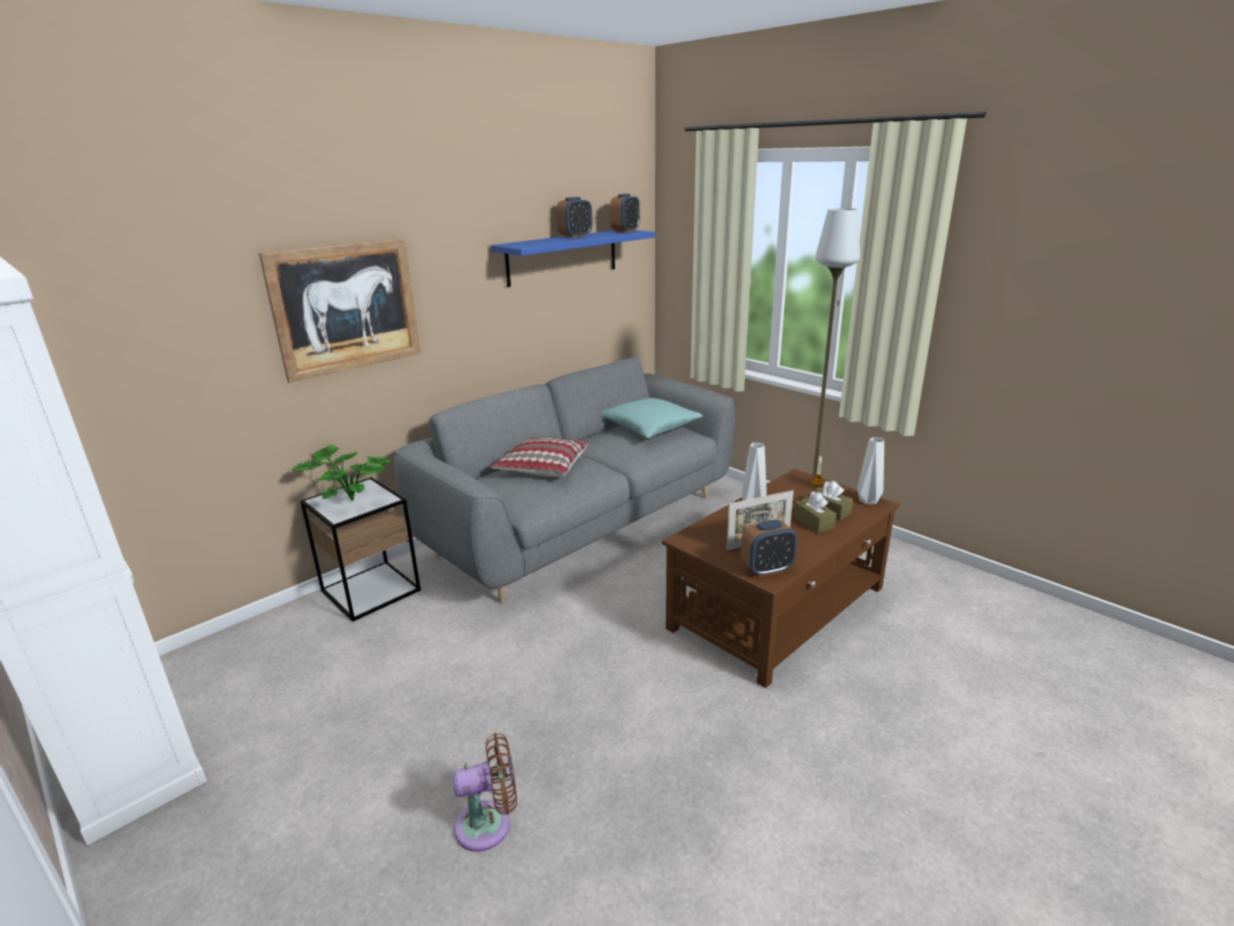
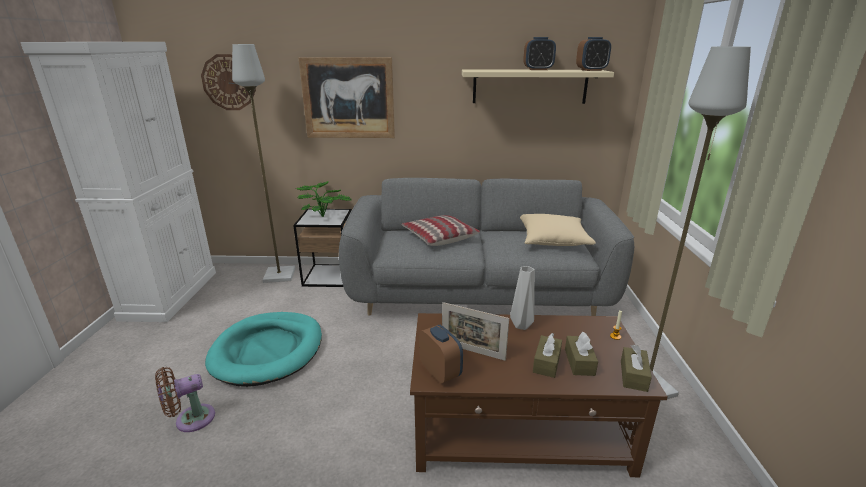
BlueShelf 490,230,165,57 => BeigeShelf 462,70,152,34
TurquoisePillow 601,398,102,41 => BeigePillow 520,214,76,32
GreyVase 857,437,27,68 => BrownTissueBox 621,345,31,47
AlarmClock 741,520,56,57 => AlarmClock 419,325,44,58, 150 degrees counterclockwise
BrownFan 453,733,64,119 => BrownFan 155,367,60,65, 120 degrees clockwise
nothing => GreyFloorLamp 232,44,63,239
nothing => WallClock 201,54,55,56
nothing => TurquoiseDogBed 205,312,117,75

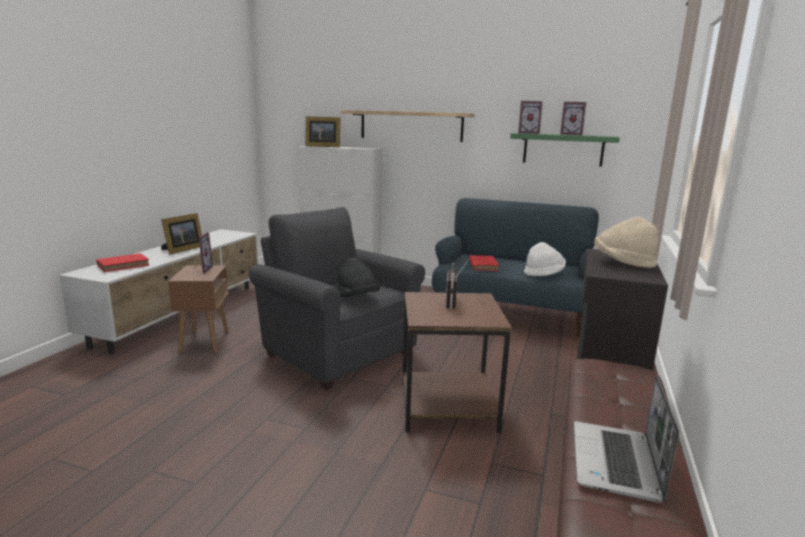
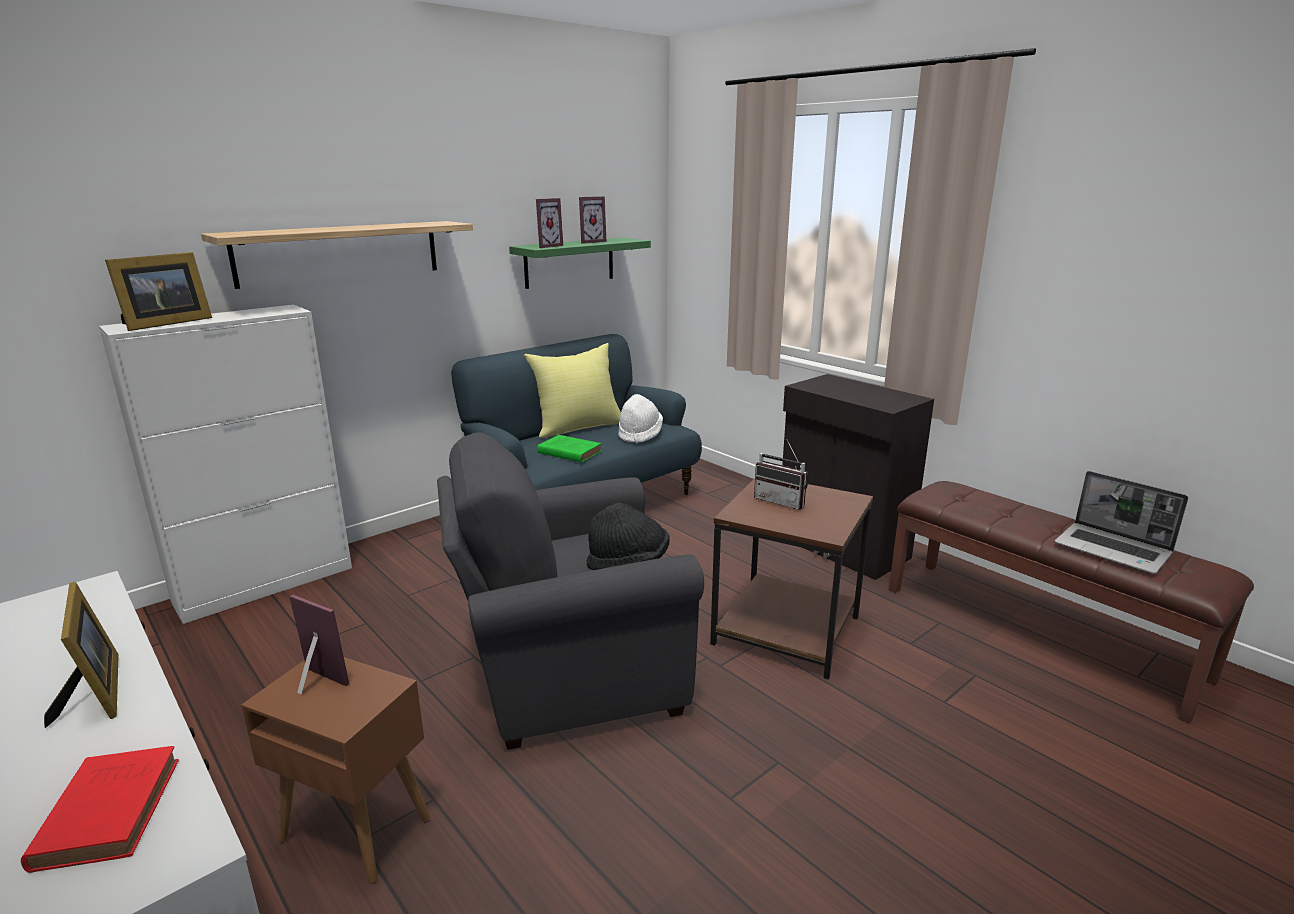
BeigeHat 594,217,65,51 => nothing
RedBook 469,255,30,16 => GreenBook 538,435,64,27
nothing => YellowPillow 524,343,97,95

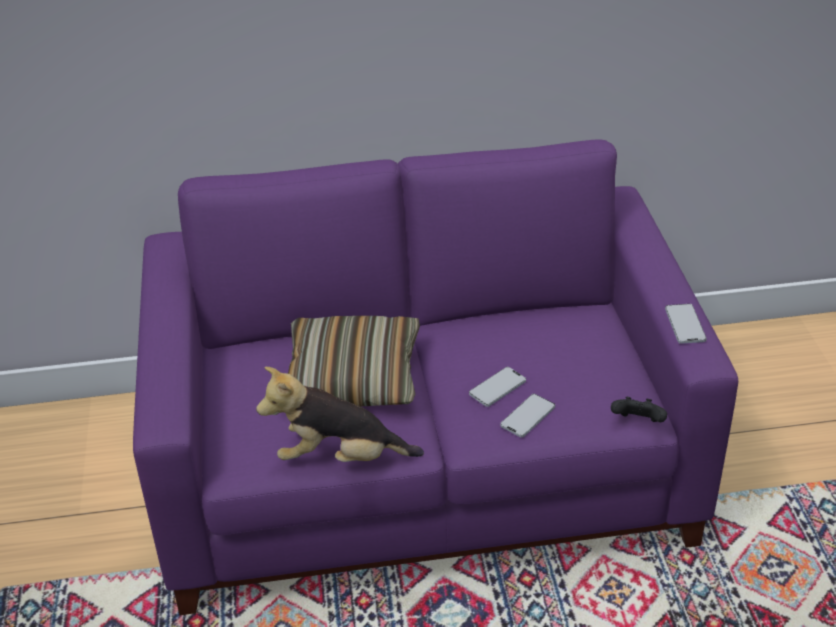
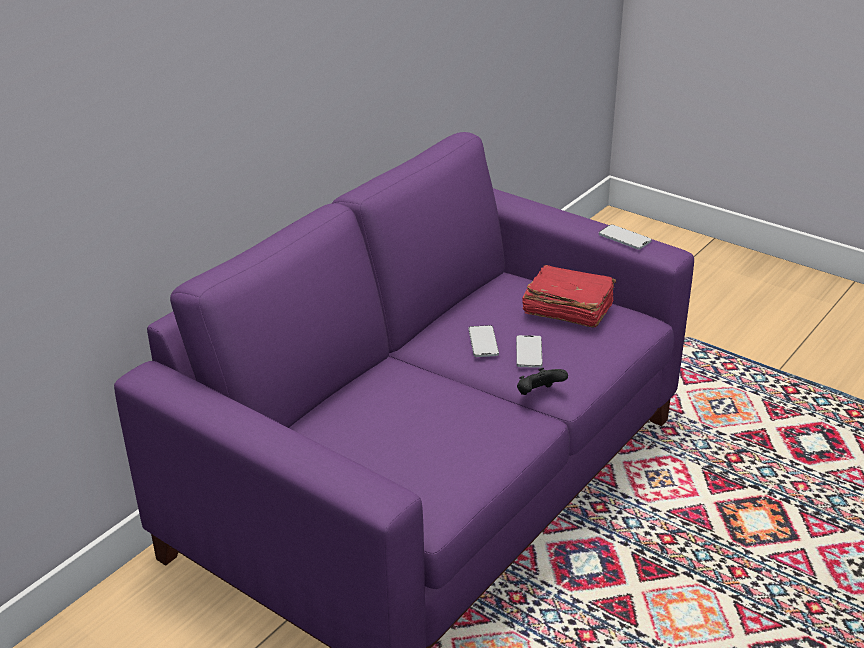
Pillow 287,316,133,91 => nothing
PlushToy 256,367,168,95 => nothing
Phone 500,394,55,44 => Phone 469,325,30,32, moved
BlackGameController 611,397,56,25 => BlackGameController 517,368,51,27, moved
nothing => RedBook 522,265,94,63

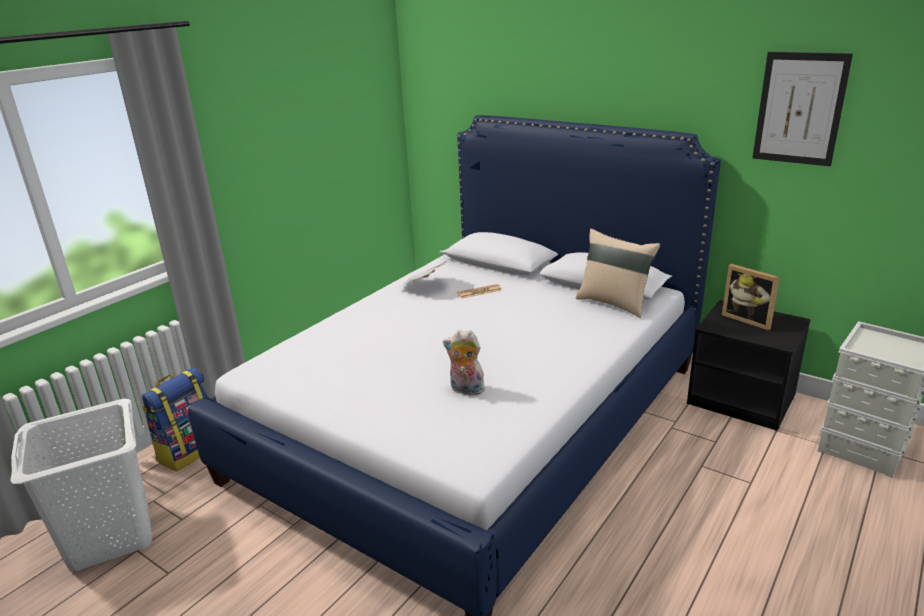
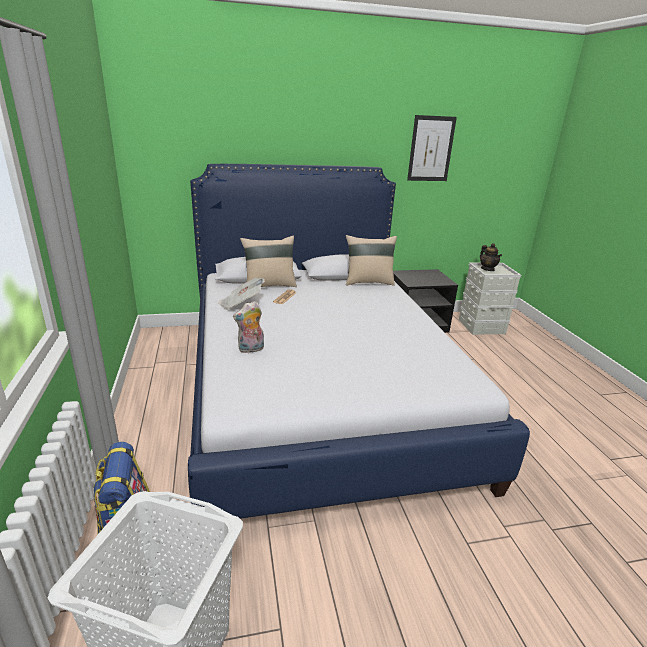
PictureFrame 722,264,58,66 => nothing
PlushToy 443,330,42,65 => PlushToy 233,301,31,52, moved
nothing => BeigePillow 240,236,57,51
nothing => Teapot 480,243,22,28

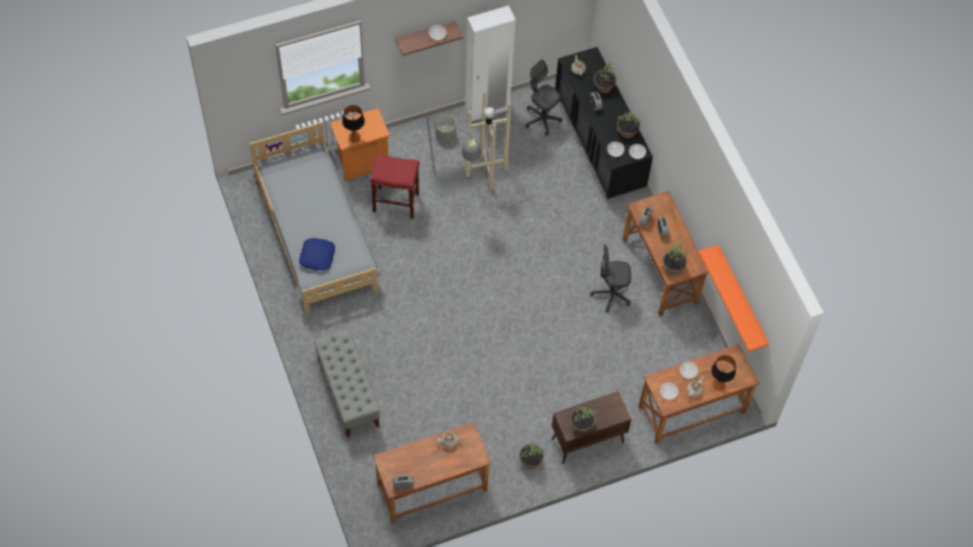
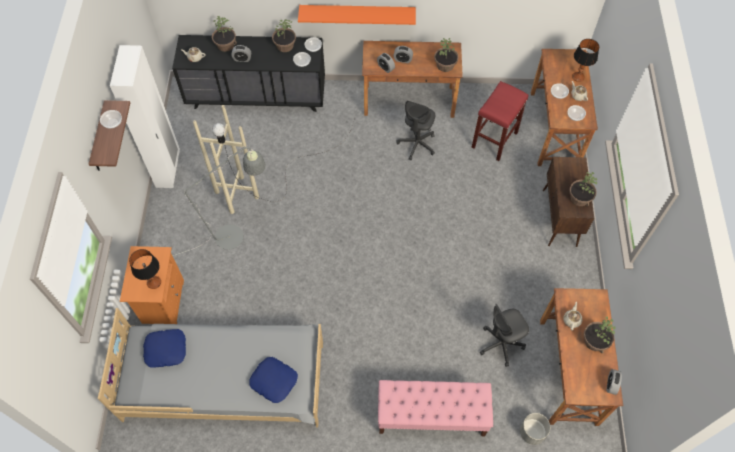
GreyOfficeChair 525,59,38,77 => GreyOfficeChair 480,304,49,63, moved
GreyPlanter 435,115,21,27 => GreyPlanter 520,413,30,32, moved
RedStool 370,154,50,65 => RedStool 471,81,58,80, moved
OrangeShelf 699,244,70,107 => OrangeShelf 298,5,118,20, moved
GreyBench 314,329,66,108 => PinkBench 378,380,115,57
PottedPlant 519,444,25,25 => PottedPlant 584,316,32,37, moved
nothing => BluePillow 143,329,43,39

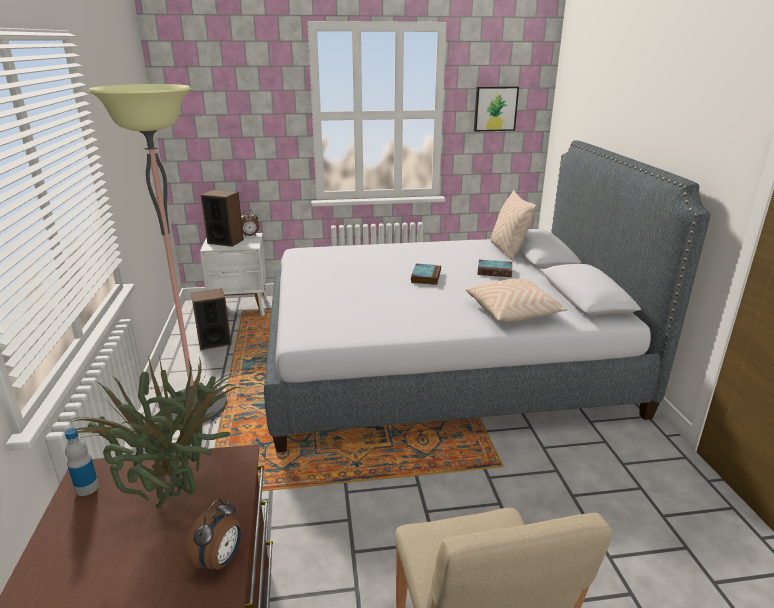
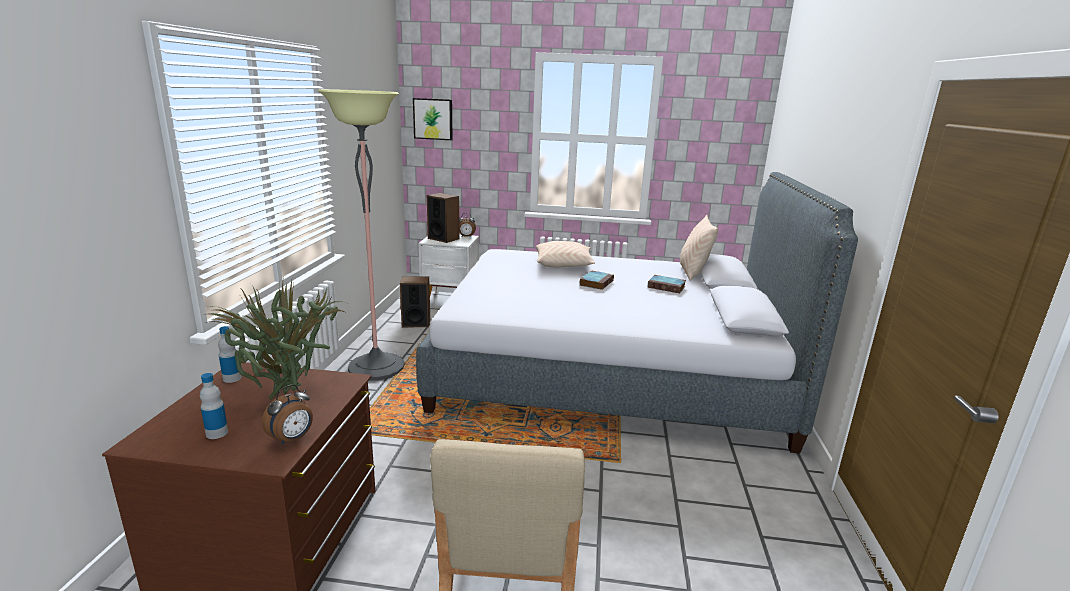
Picture 474,86,45,45 => Picture 413,98,40,42, moved
BeigePillow 465,278,103,45 => BeigePillow 536,241,59,27, moved
nothing => Bottle 200,373,28,66

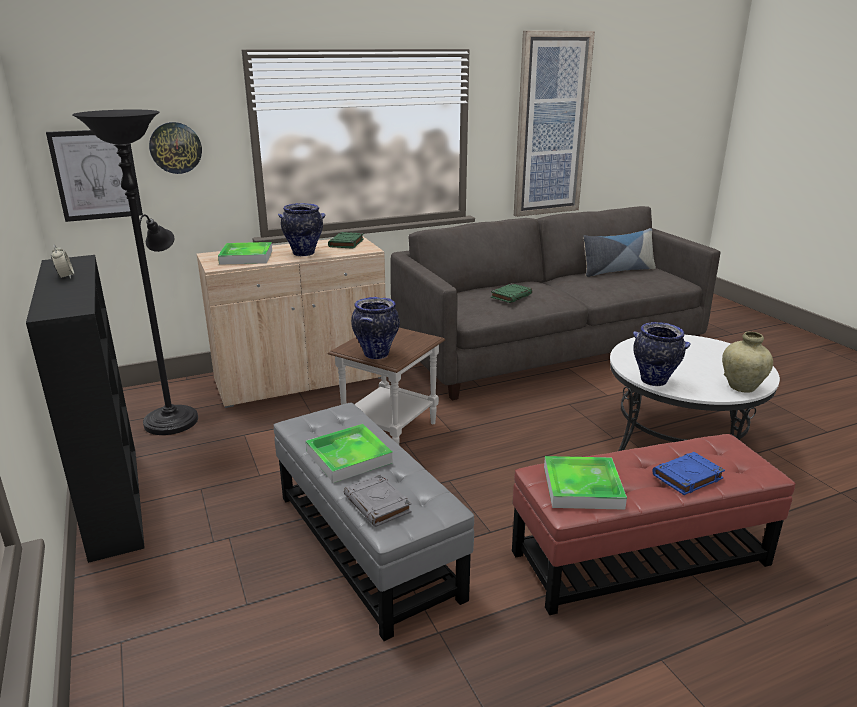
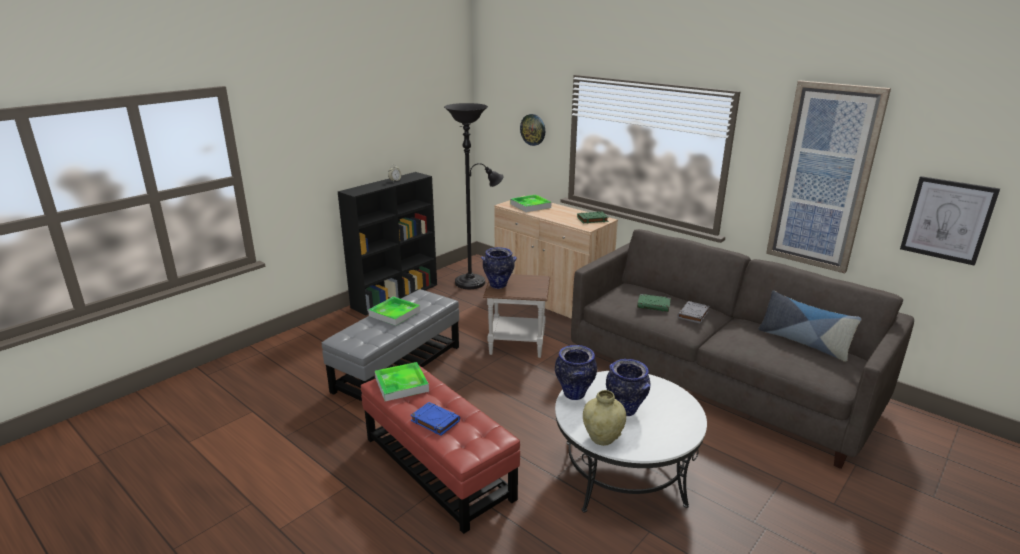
Picture 46,130,97,92 => Picture 900,176,100,90, moved
Vase 278,203,47,53 => Vase 606,359,44,57, moved
GreyBook 344,474,68,53 => GreyBook 677,301,33,23, moved

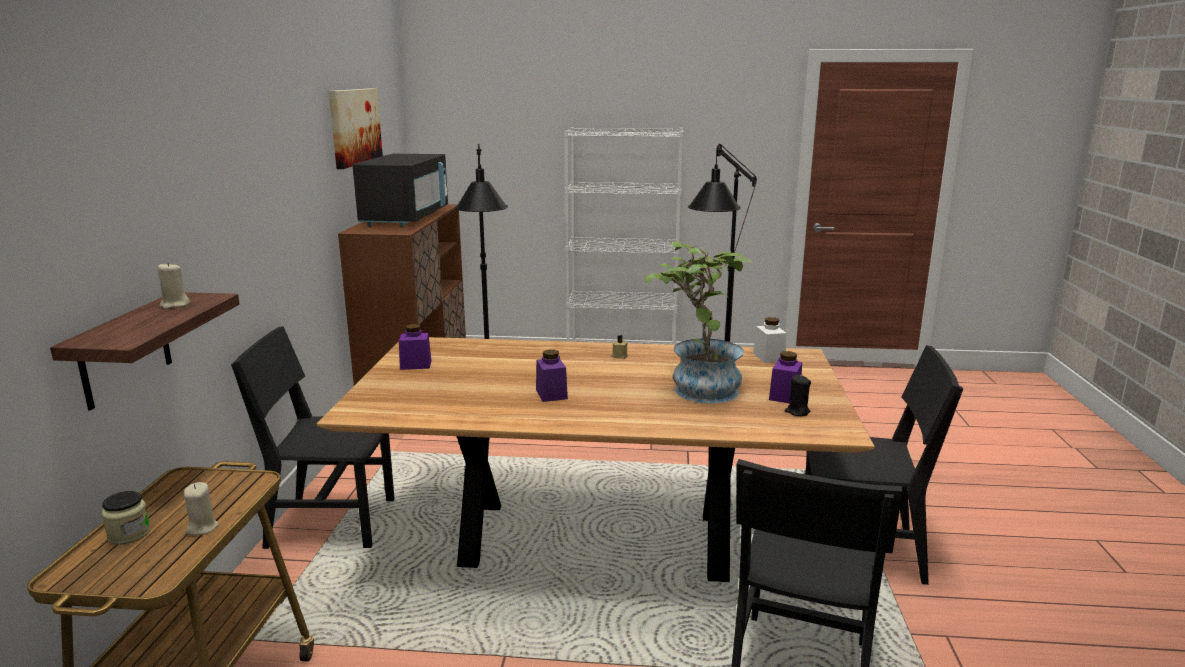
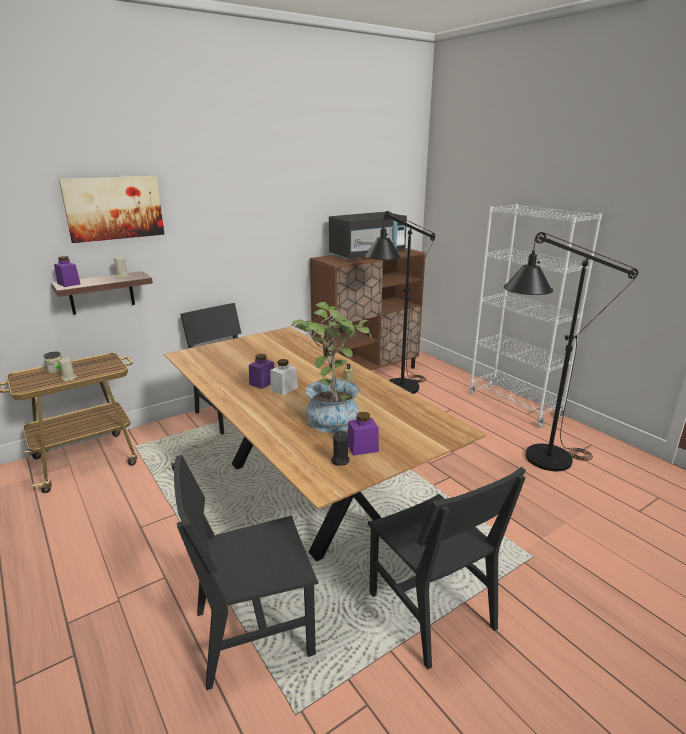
Picture 329,88,54,81 => Picture 59,176,105,67, moved
WhiteJar 753,317,34,46 => WhiteJar 270,359,28,36, moved
PurpleJar 399,324,33,46 => PurpleJar 54,256,27,31, moved

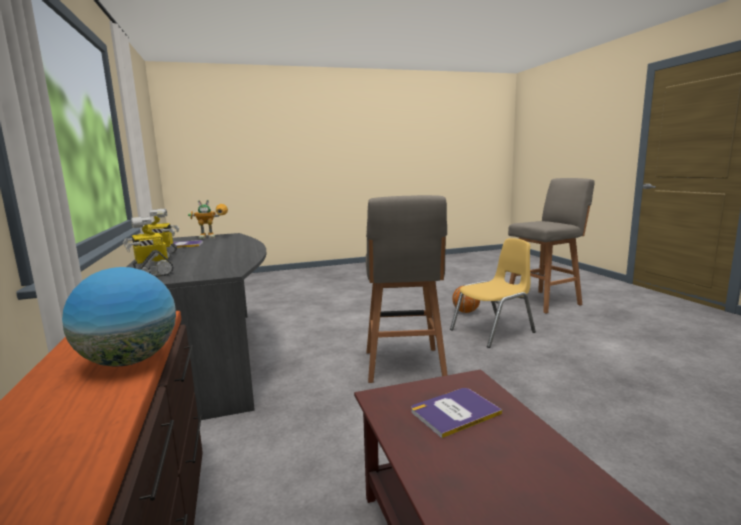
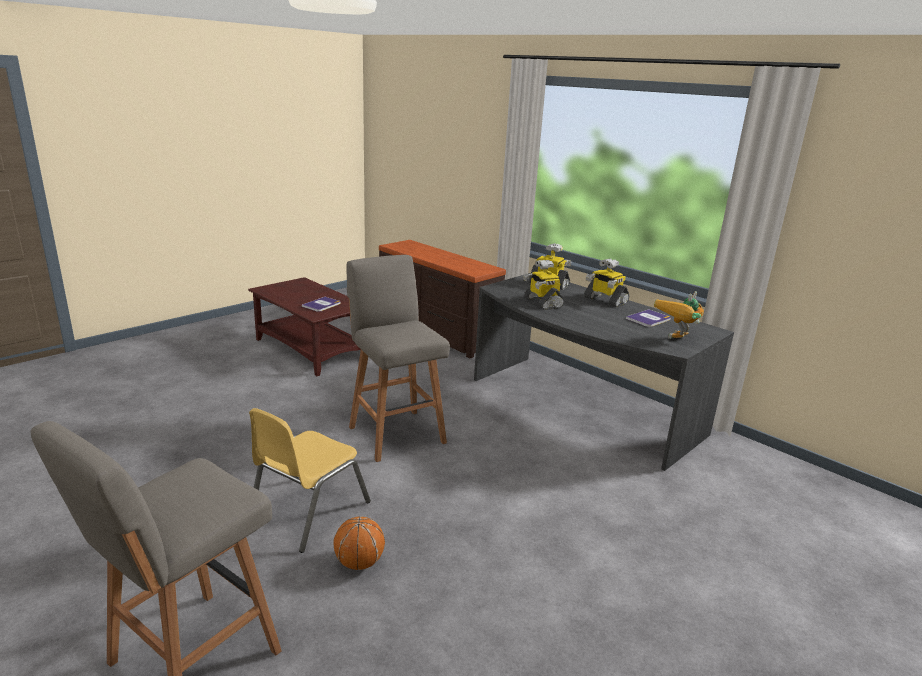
Globe 62,267,114,100 => nothing
nothing => ToyRobot 523,260,41,50

